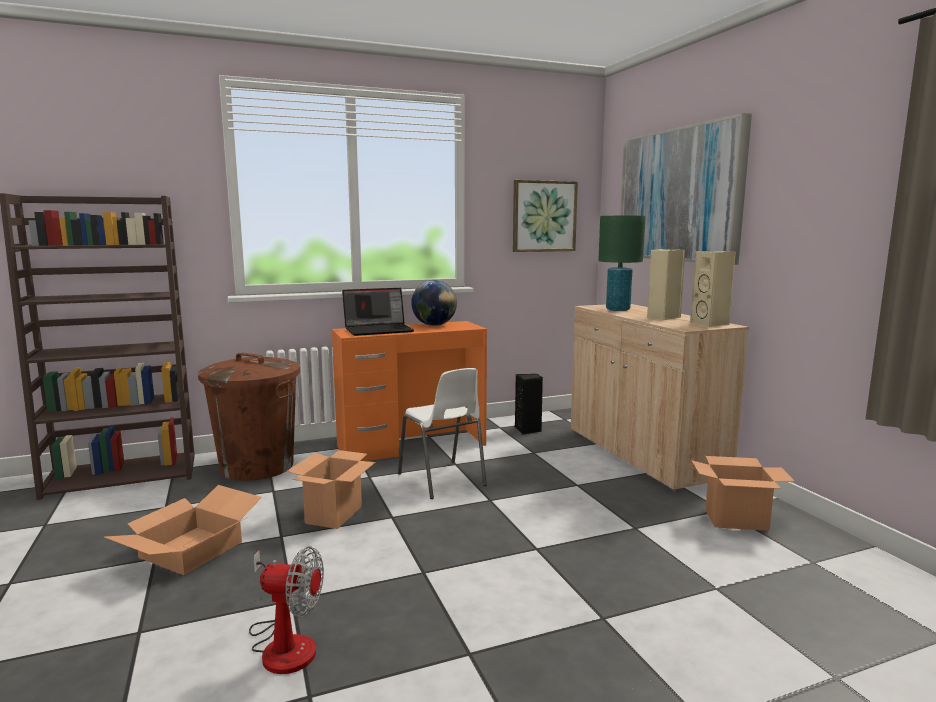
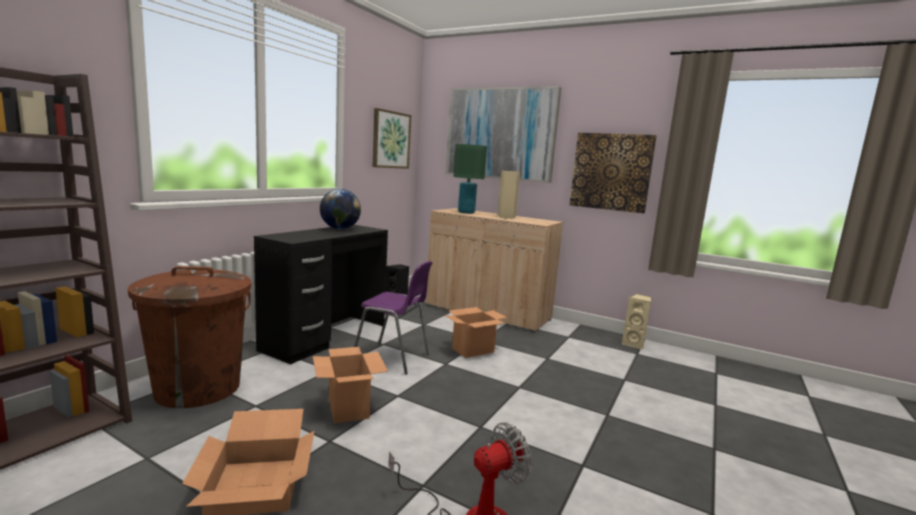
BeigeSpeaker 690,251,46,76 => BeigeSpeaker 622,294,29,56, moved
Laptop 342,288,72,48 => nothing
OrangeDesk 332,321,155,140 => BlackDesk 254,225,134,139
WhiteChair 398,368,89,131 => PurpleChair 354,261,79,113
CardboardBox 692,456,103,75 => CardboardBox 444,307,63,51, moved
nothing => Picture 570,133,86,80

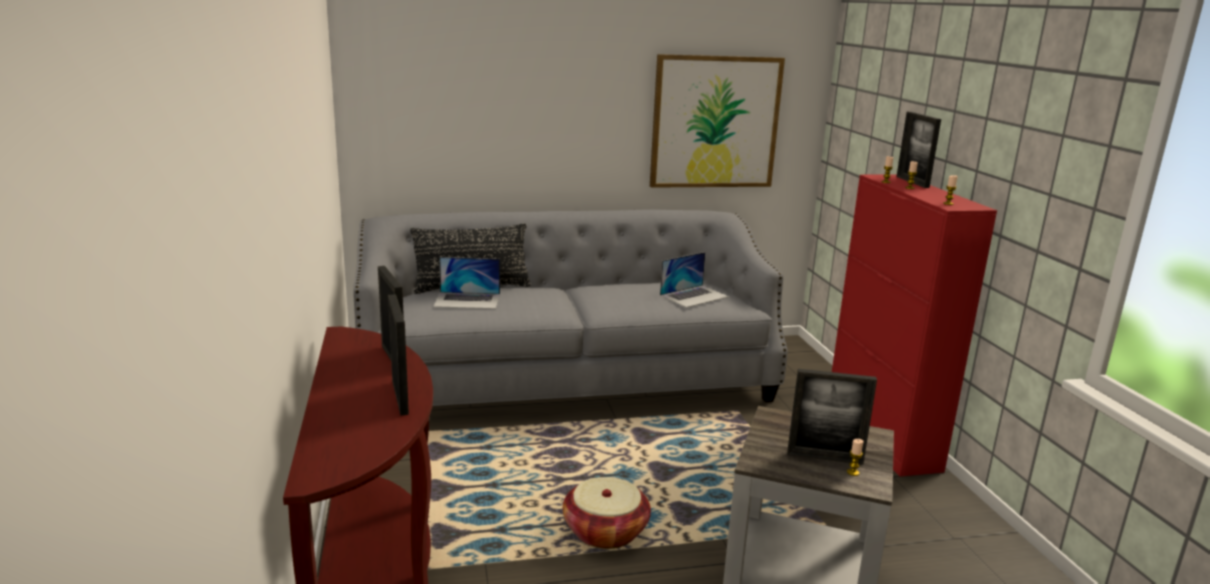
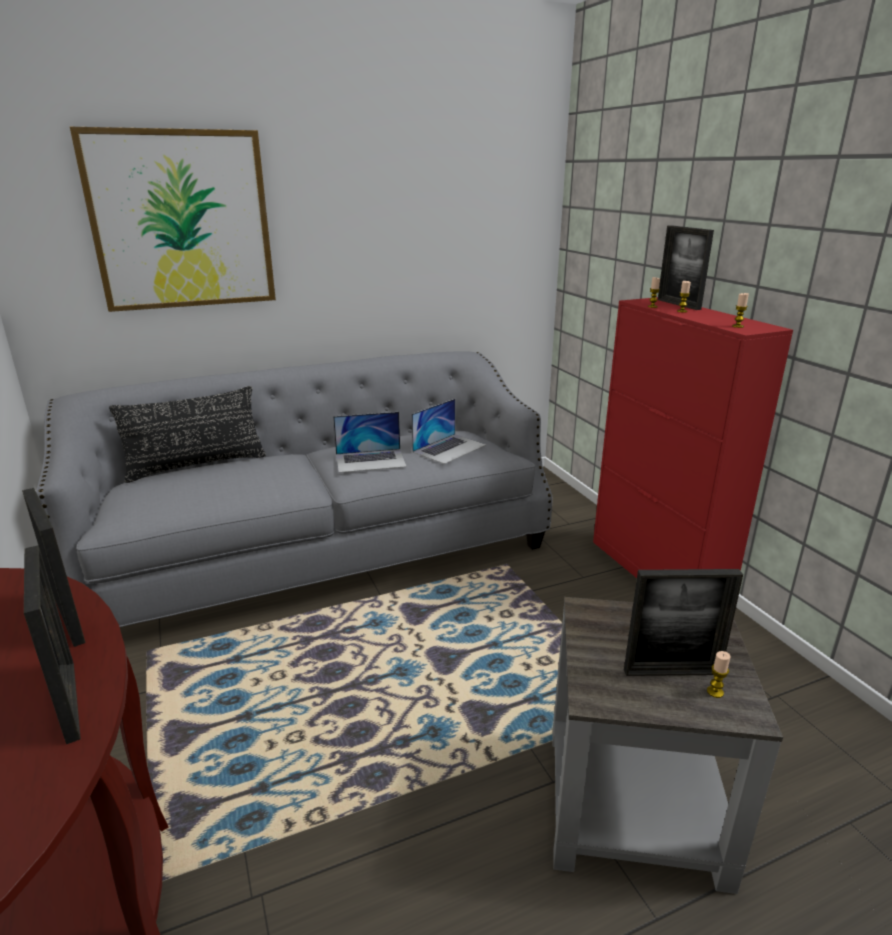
Picture 650,54,135,134 => Picture 70,127,206,185, moved
Laptop 433,257,67,52 => Laptop 333,412,74,61, moved
Basket 563,477,88,72 => nothing

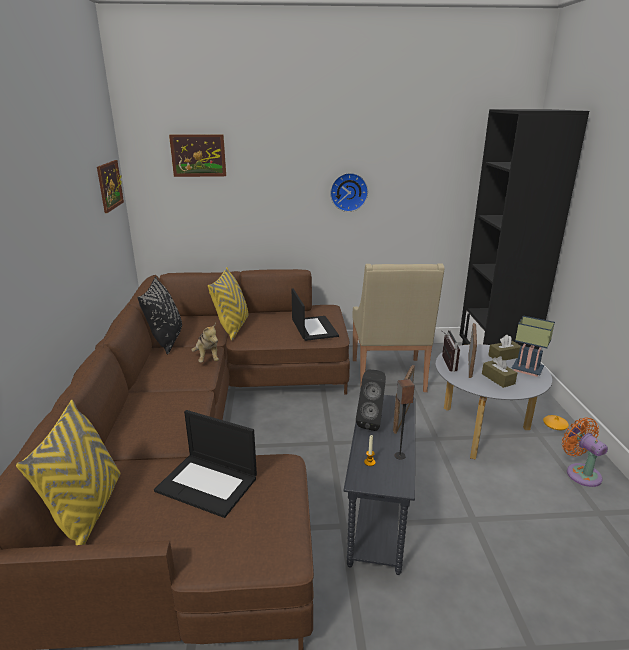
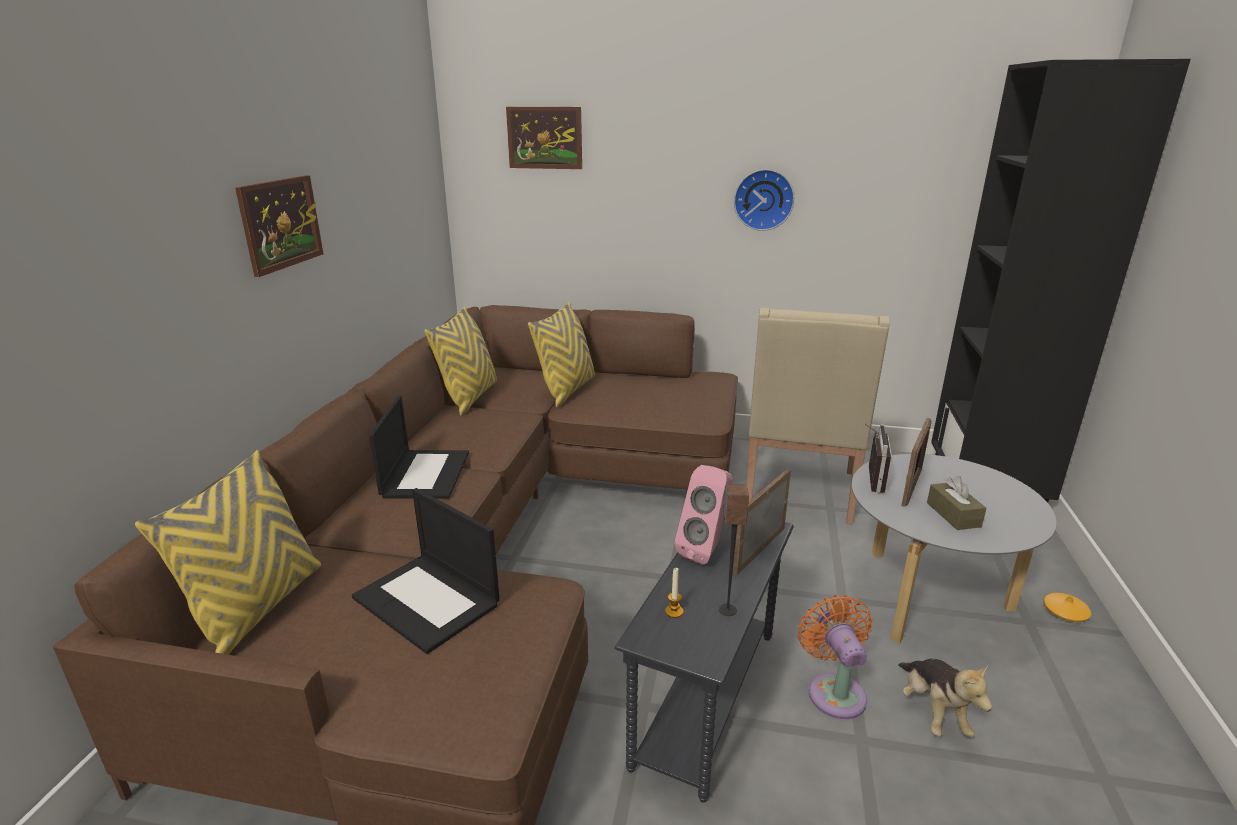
Picture 97,160,27,53 => Picture 235,175,88,102, moved
BlackPillow 138,277,44,77 => YellowPillow 425,306,72,110
Laptop 292,289,47,52 => Laptop 369,396,100,103, moved
TableLamp 512,316,43,61 => nothing
PlushToy 191,323,28,39 => PlushToy 898,659,94,78, moved
BrownTissueBox 488,335,33,25 => nothing
BlackSpeaker 356,370,30,61 => PinkSpeaker 675,465,58,100
OrangeFan 562,417,46,70 => OrangeFan 798,595,74,124, moved

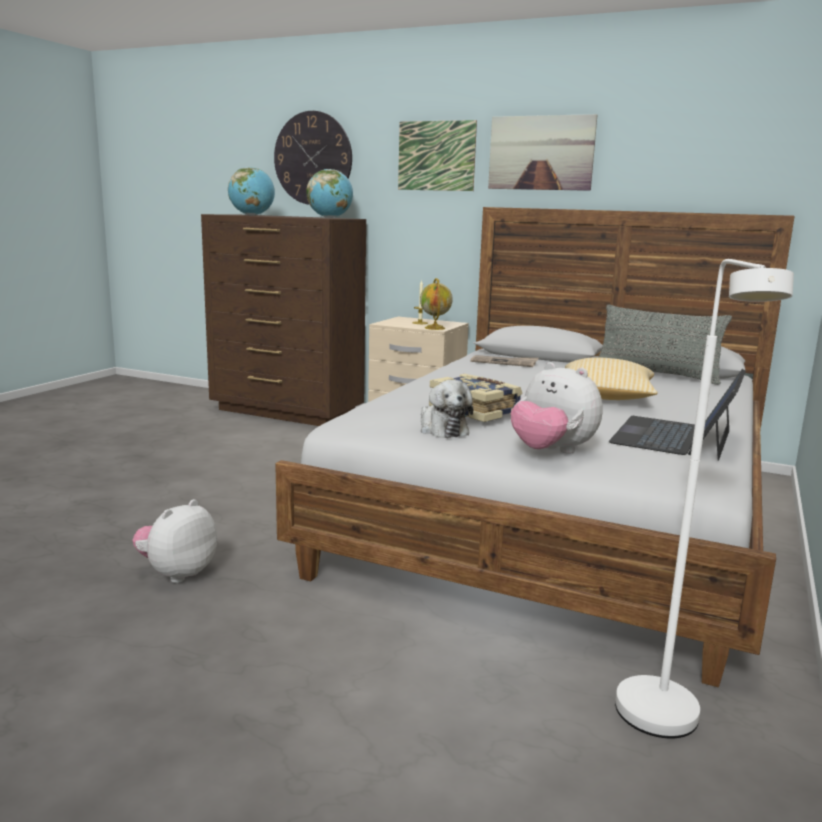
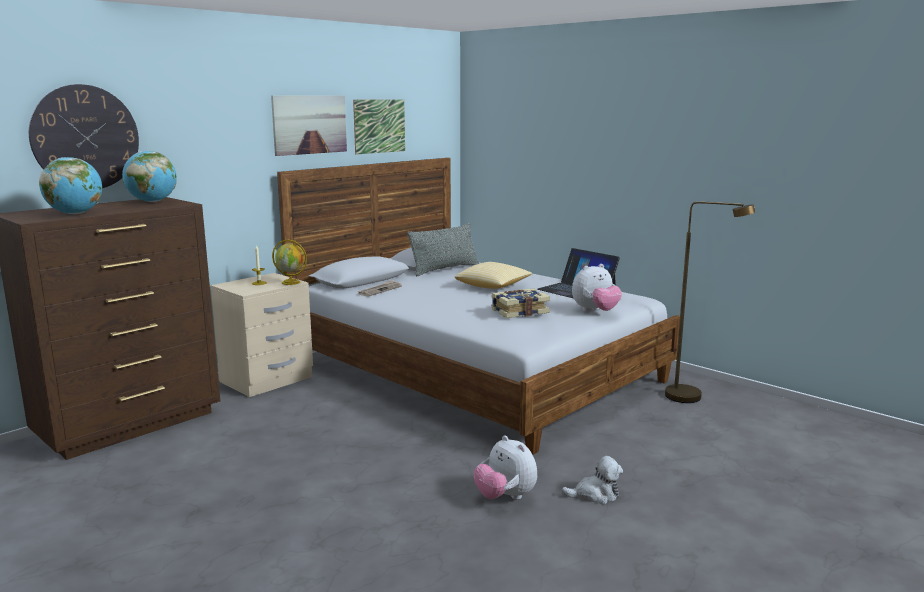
Picture 398,120,79,71 => Picture 353,99,52,56, moved
WhiteFloorLamp 615,259,179,480 => BrownFloorLamp 665,201,90,202
PlushToy 421,380,52,58 => PlushToy 562,456,61,49, moved

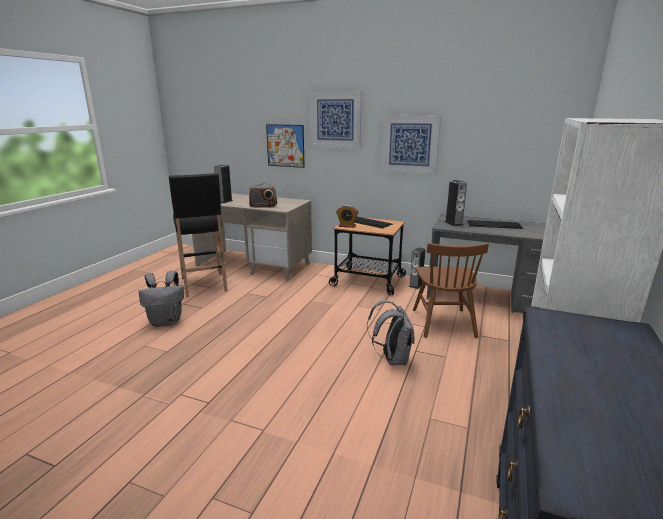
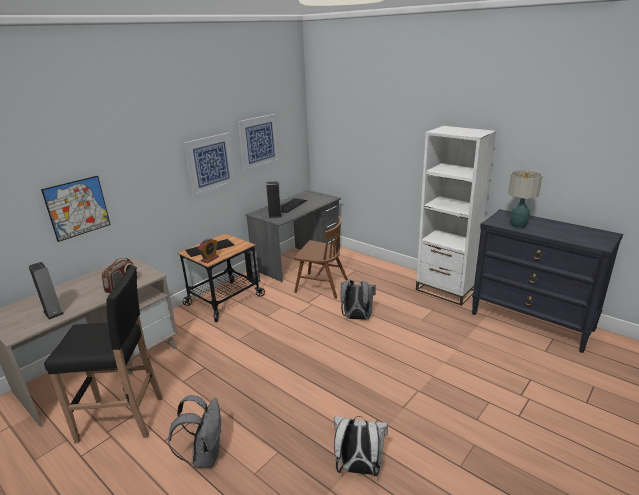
Picture 310,91,52,57 => Picture 238,114,42,58, moved
nothing => TableLamp 508,170,35,59
nothing => WhiteBackpack 334,416,54,60

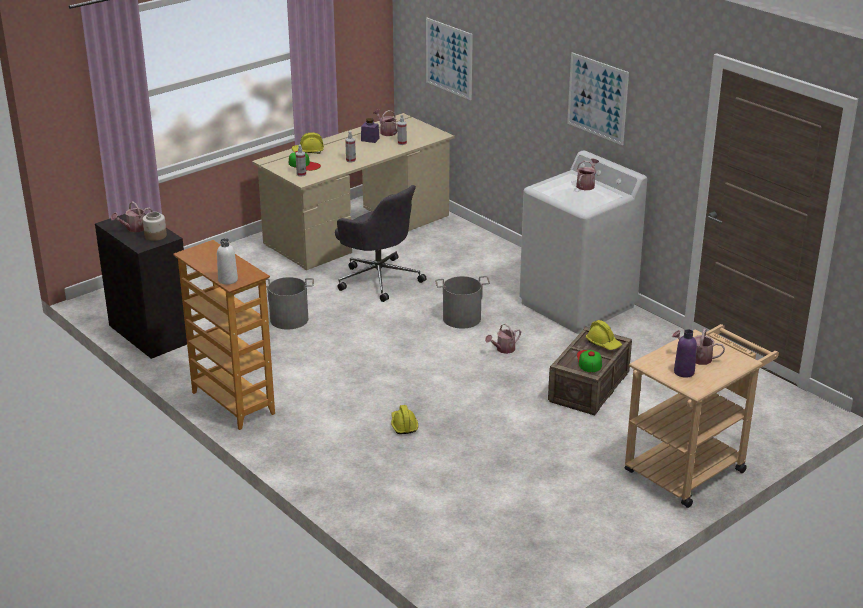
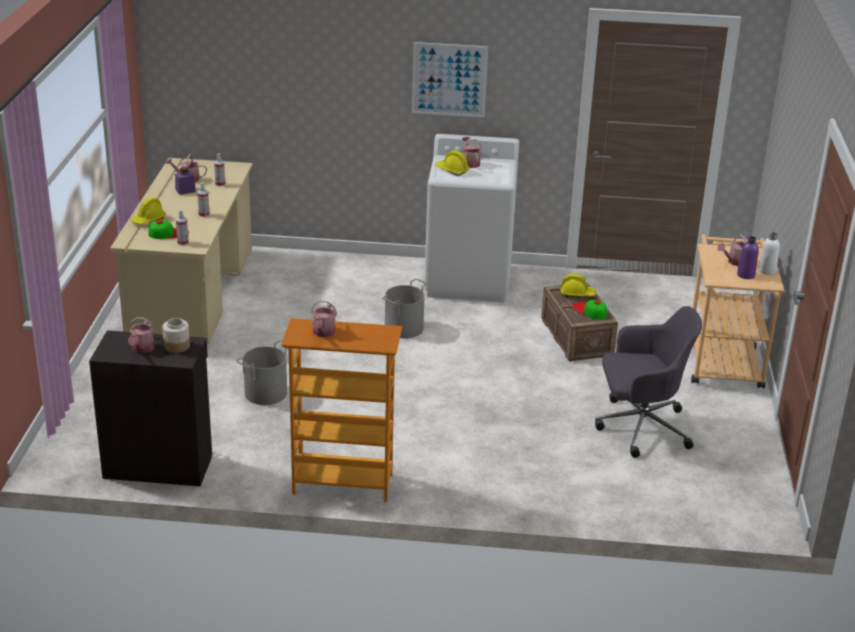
Picture 426,18,47,82 => nothing
GreyOfficeChair 335,185,91,117 => GreyOfficeChair 595,306,107,152, moved
WhiteBottle 217,238,21,47 => WhiteBottle 758,232,22,43, moved
WateringCan 485,324,36,30 => WateringCan 311,300,26,37, moved
YellowHardHat 391,405,27,29 => YellowHardHat 435,151,35,25, moved

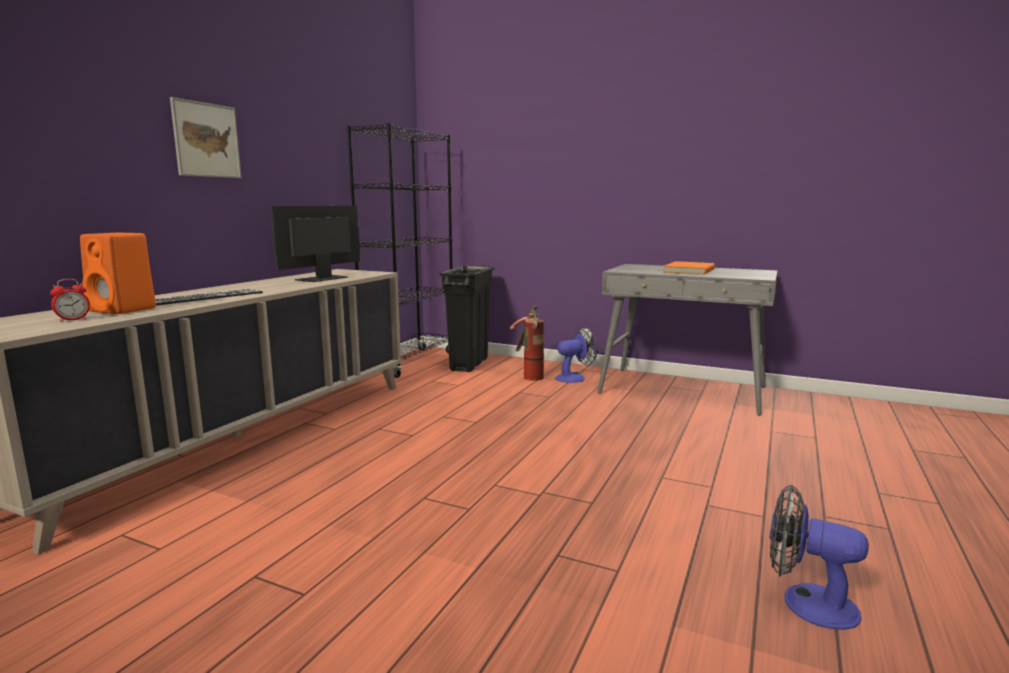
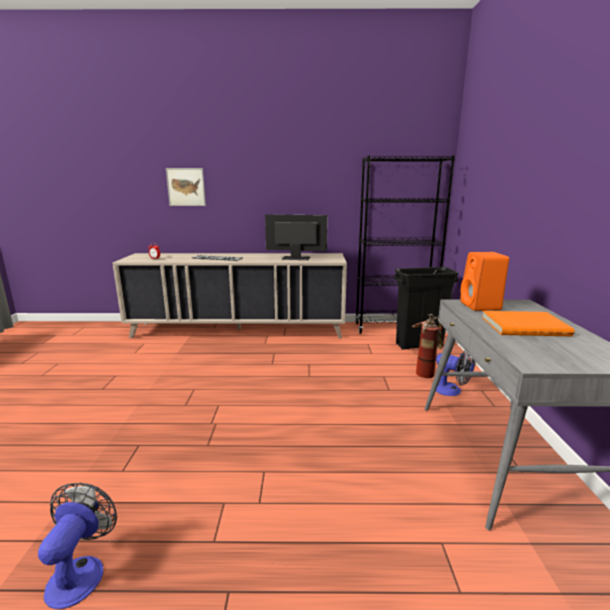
Picture 170,97,72,81 => Picture 166,168,40,38, moved
OrangeSpeaker 80,233,76,81 => OrangeSpeaker 460,252,49,59, moved

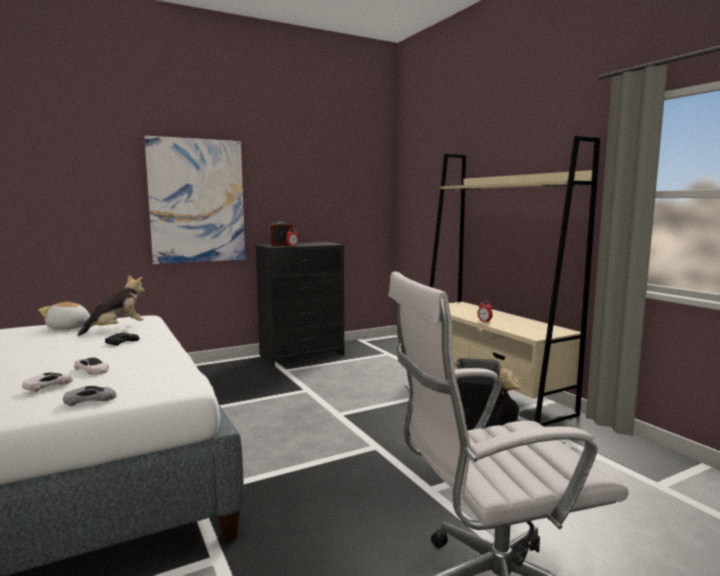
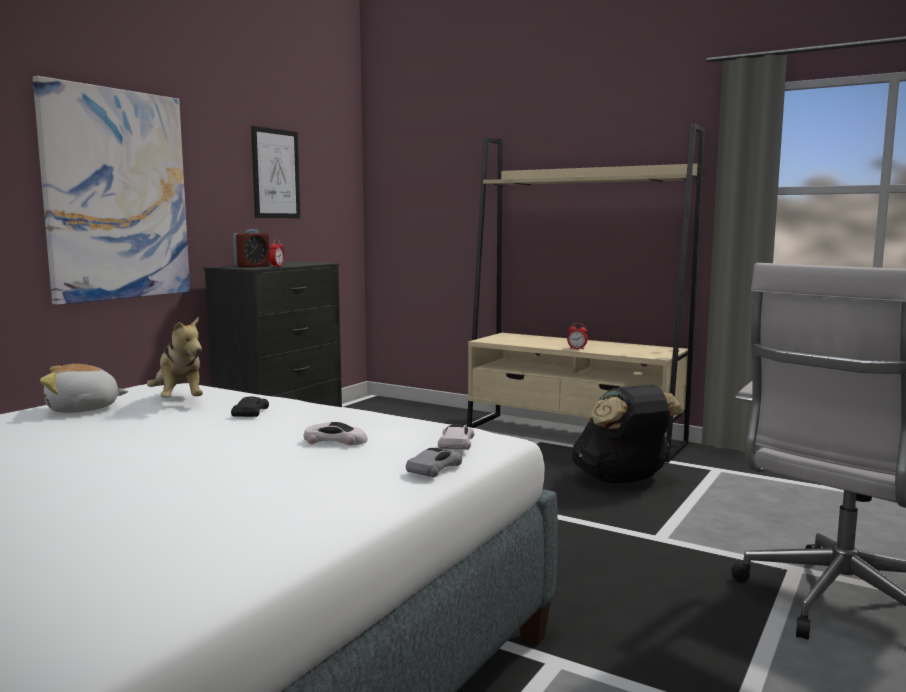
PlushToy 78,275,67,61 => PlushToy 147,316,56,82, 135 degrees clockwise
WhiteToyCar 22,373,51,19 => WhiteToyCar 438,425,36,25, moved
nothing => Picture 251,126,49,92

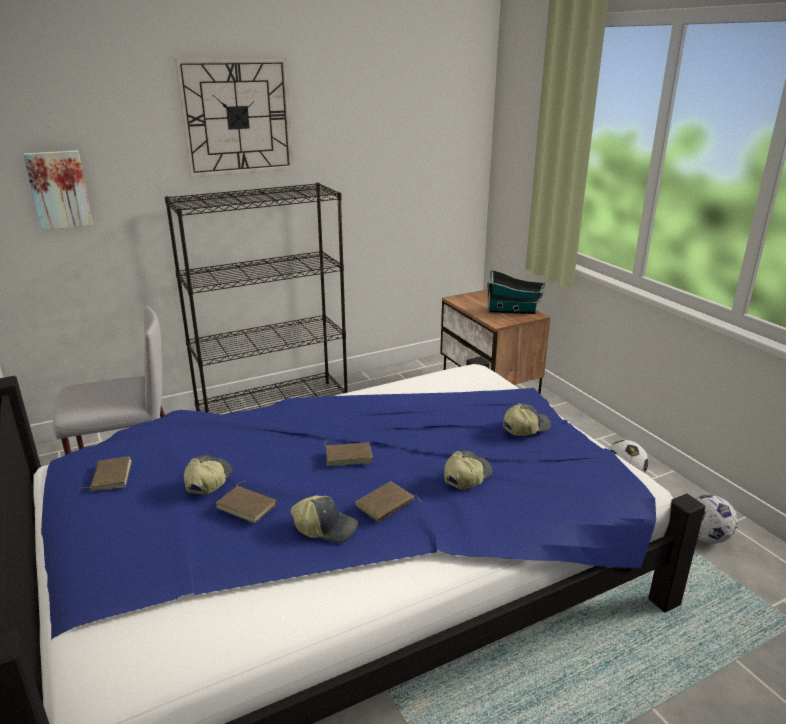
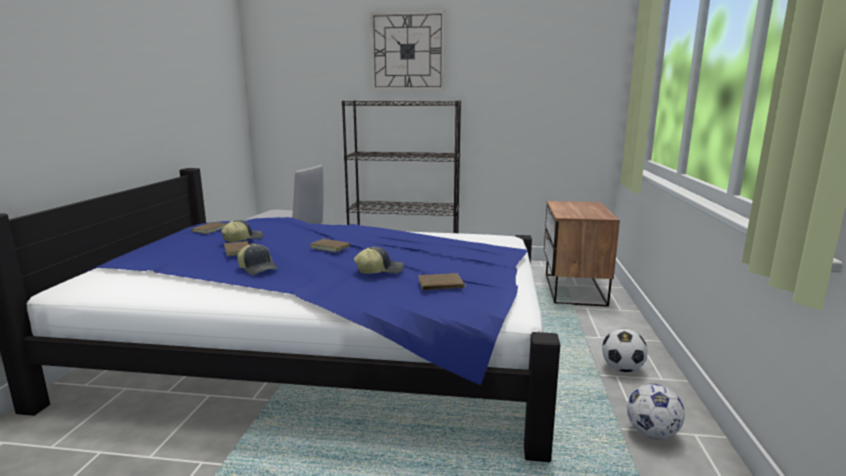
Picture 23,150,70,80 => nothing
ToyHouse 487,270,58,44 => nothing
Cap 503,403,48,33 => nothing
BrownBook 355,481,66,41 => BrownBook 418,273,48,17, moved

